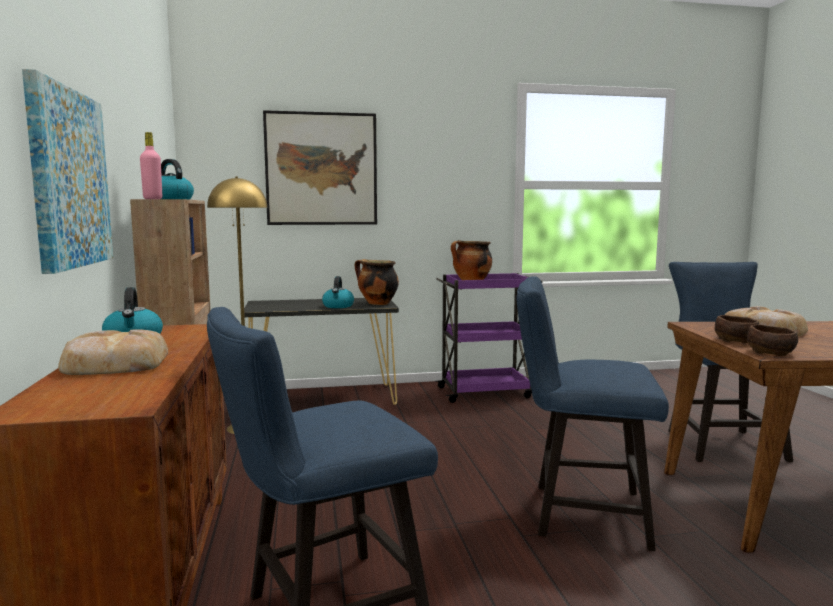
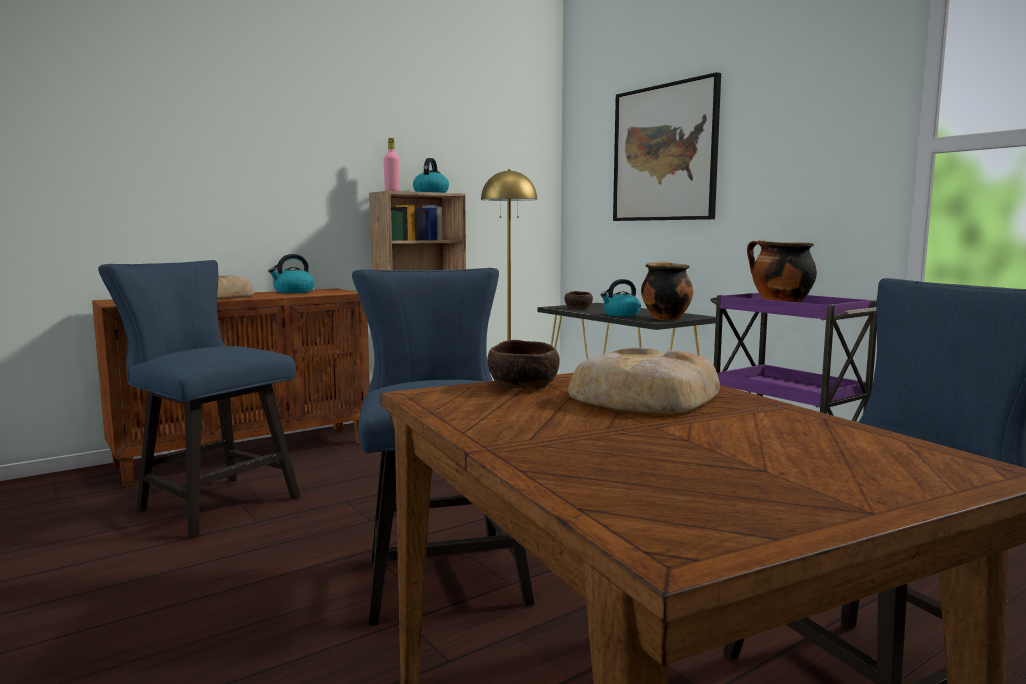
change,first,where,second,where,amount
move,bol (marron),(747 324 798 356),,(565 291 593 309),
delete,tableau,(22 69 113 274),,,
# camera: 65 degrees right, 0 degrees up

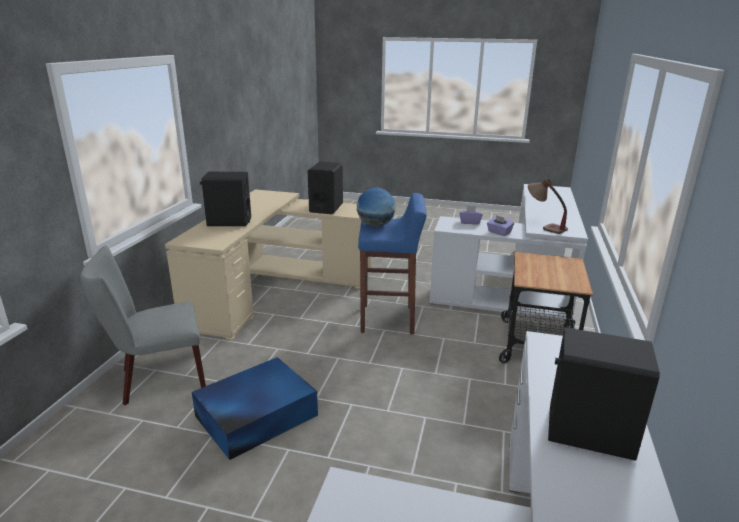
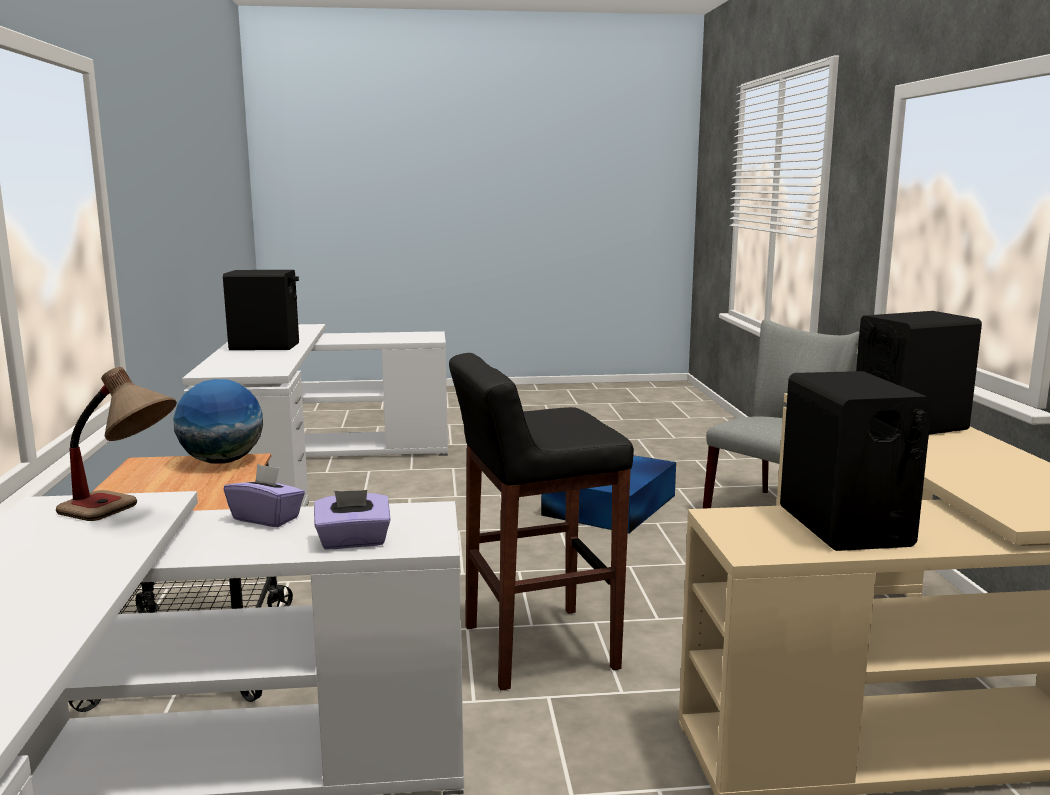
change,first,where,second,where,amount
move,globe,(357 188 395 227),,(173 379 263 464),
recolor,tabouret (bleu),(358 193 427 335),tabouret (noir),(449 353 634 690),
# camera: 160 degrees right, 10 degrees down

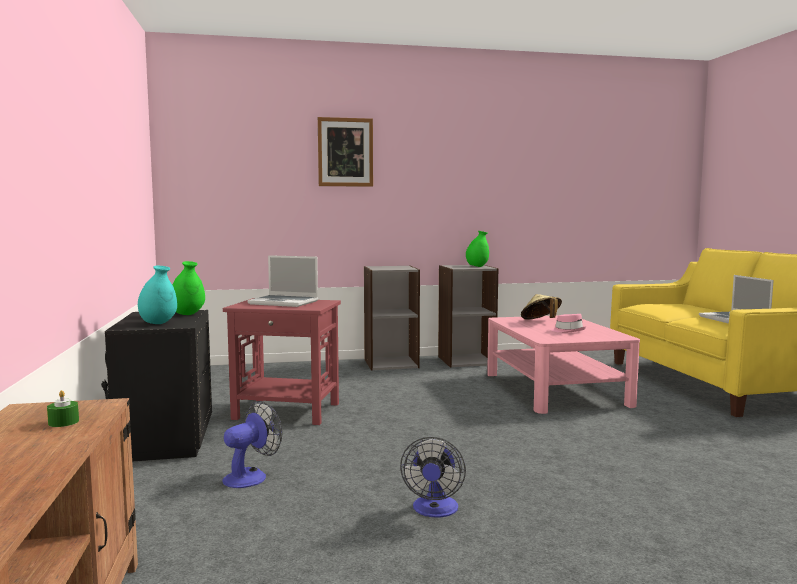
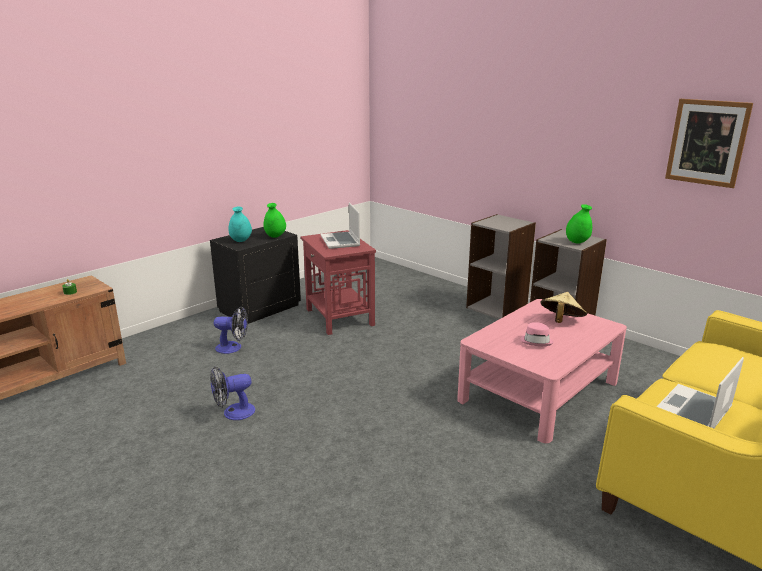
change,first,where,second,where,amount
move,tableau,(318 117 373 187),,(665 99 753 188),
# camera: 55 degrees right, 15 degrees up

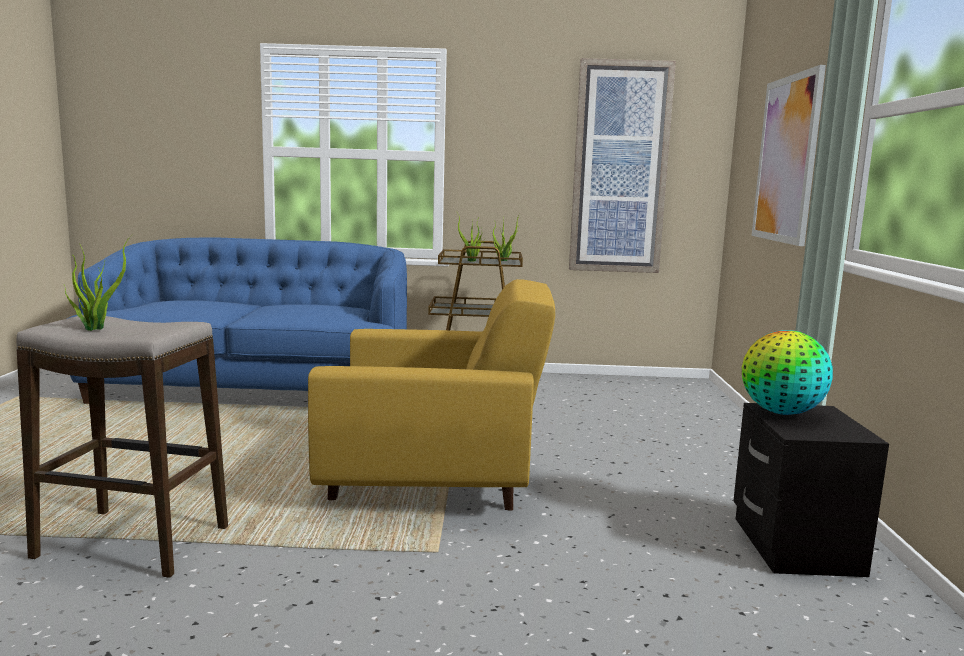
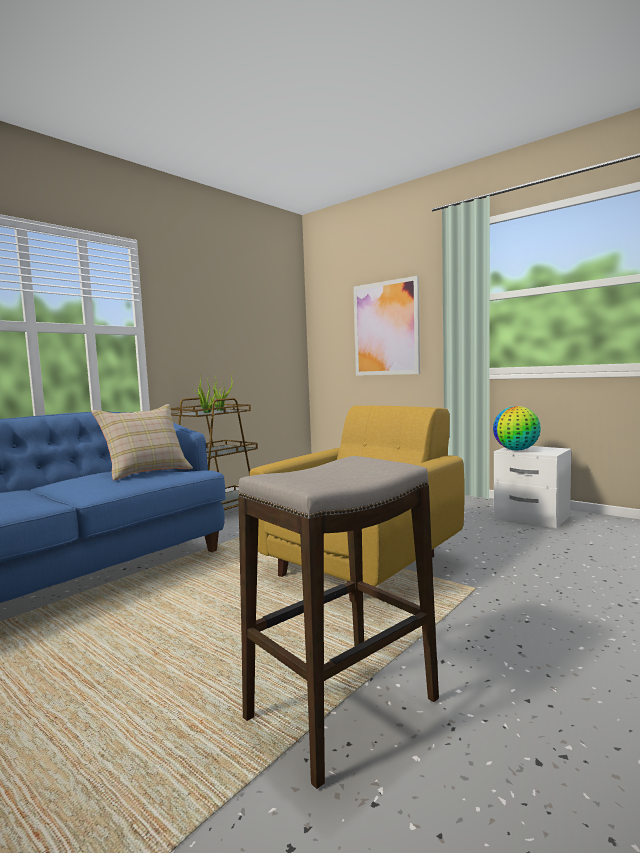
change,first,where,second,where,amount
insert,,,coussin (beige),(91 404 193 481),
recolor,table de chevet (noir),(733 403 889 577),table de chevet (blanc),(494 446 571 528),
delete,plante en pot,(64 235 132 331),,,
delete,tableau,(569 58 676 273),,,
# camera: 50 degrees left, 5 degrees down

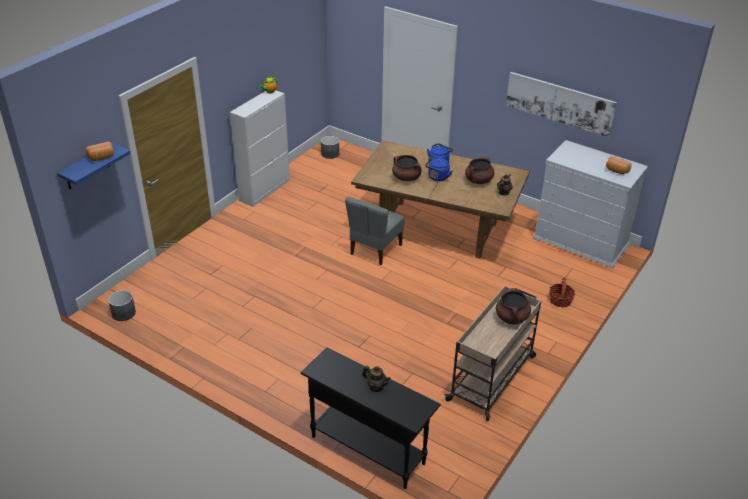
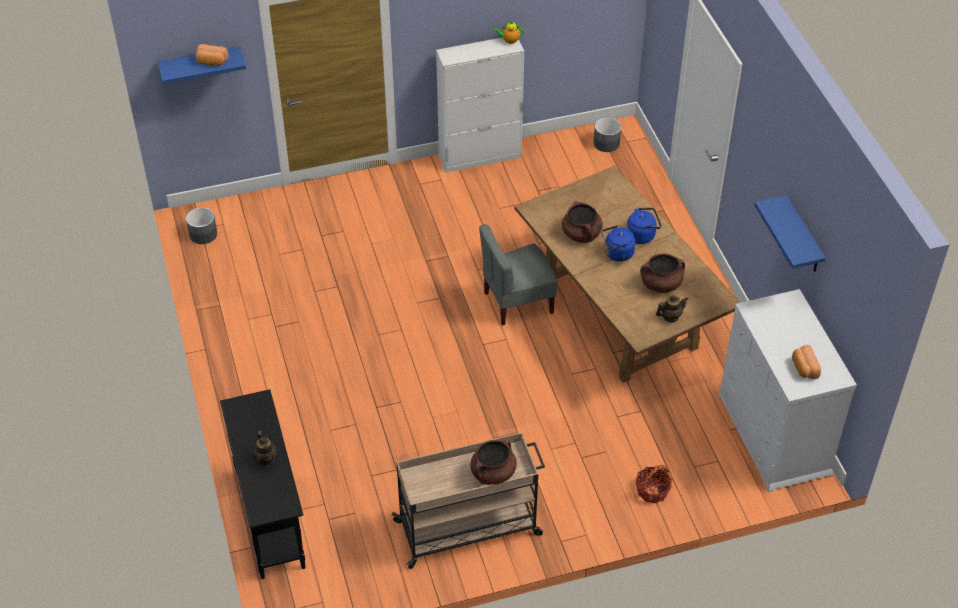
change,first,where,second,where,amount
replace,tableau,(506 72 617 137),étagère (bleu),(754 195 826 272),
# camera: 40 degrees right, 10 degrees up

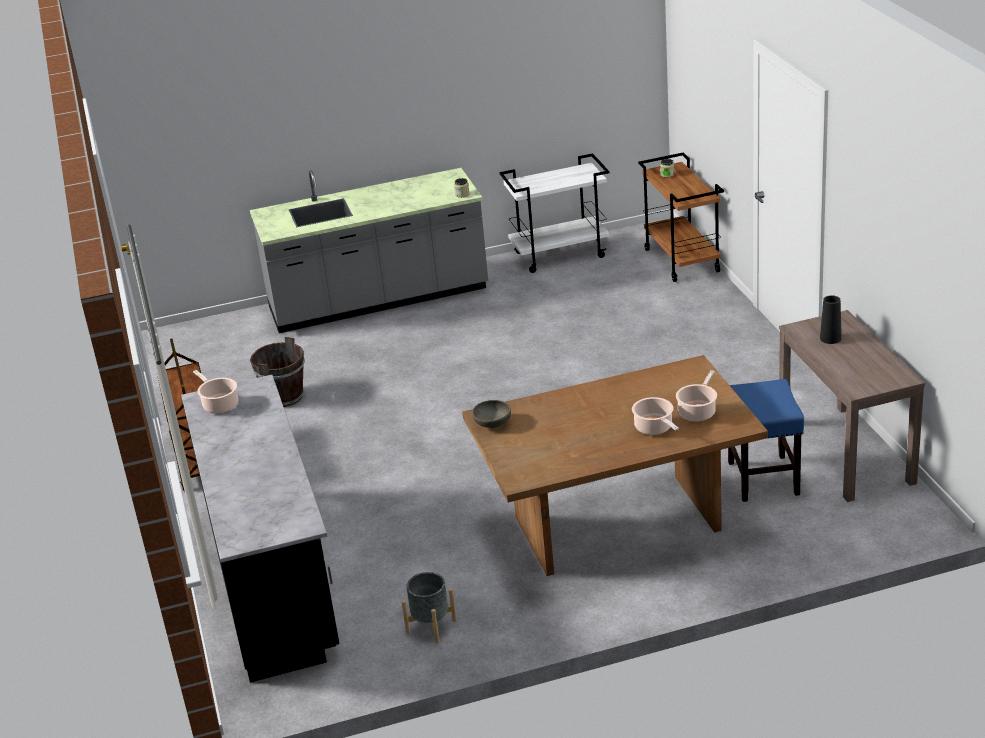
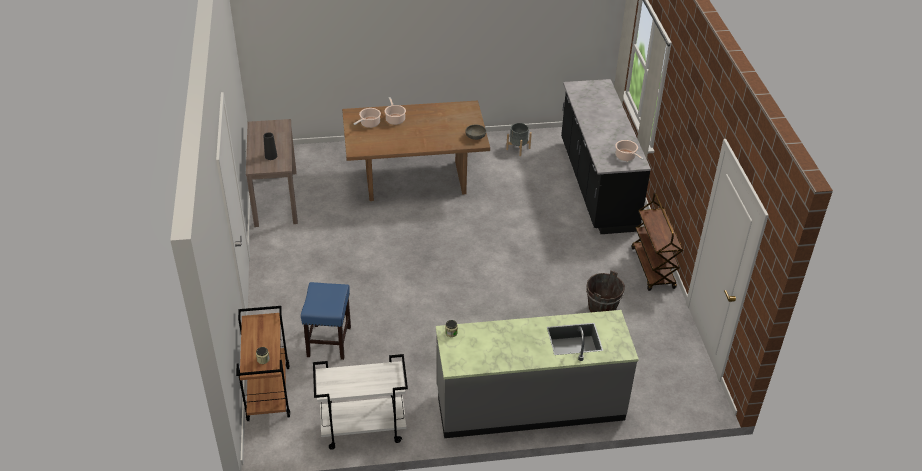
change,first,where,second,where,amount
move,tabouret (bleu),(728 379 804 502),,(301 282 351 360),
# camera: 175 degrees left, 10 degrees up

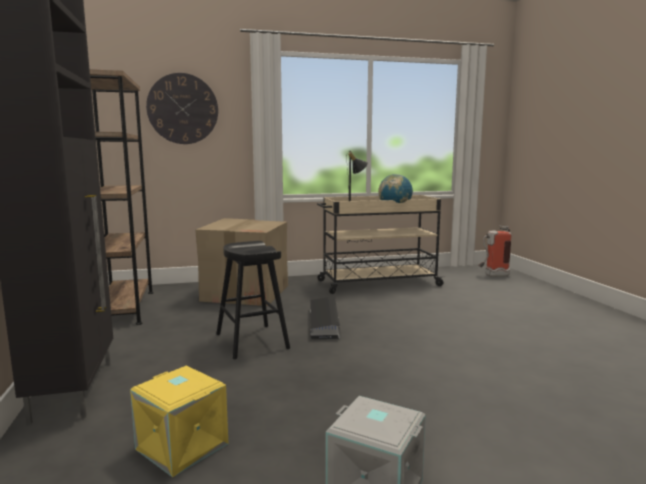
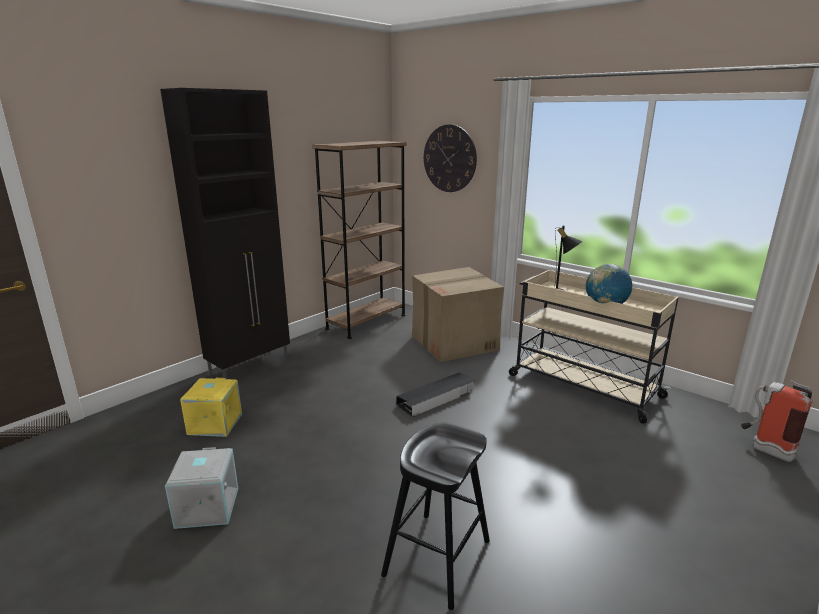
change,first,where,second,where,amount
move,tabouret (noir),(216 241 290 360),,(381 423 490 610),
# camera: 55 degrees right, 10 degrees up

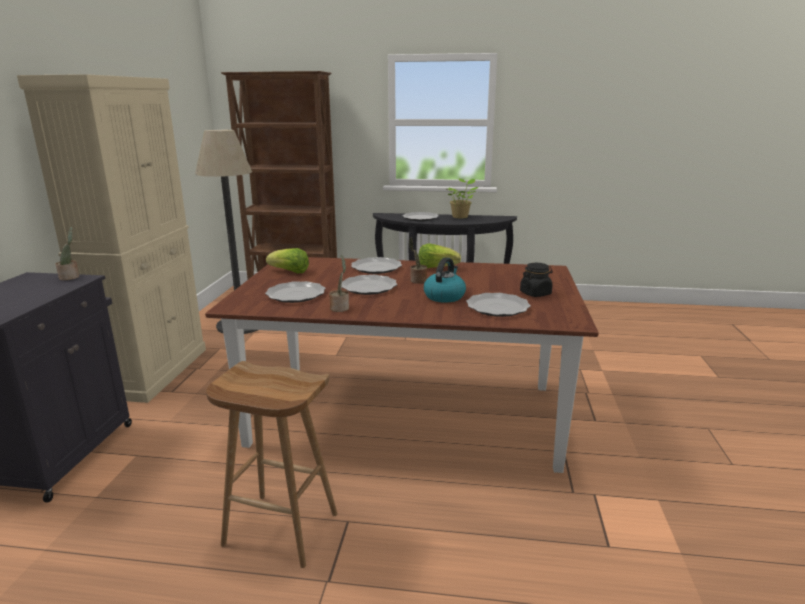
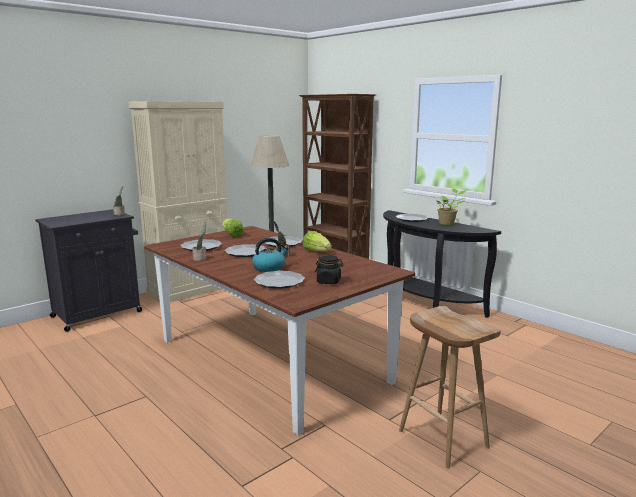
change,first,where,second,where,amount
move,tabouret (marron),(206 361 338 568),,(399 306 501 469),
# camera: 40 degrees right, 5 degrees down

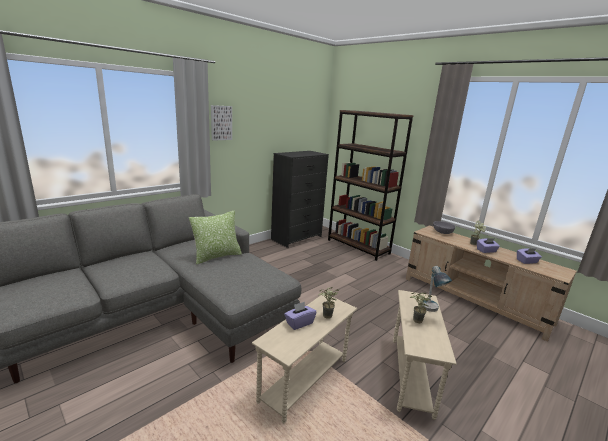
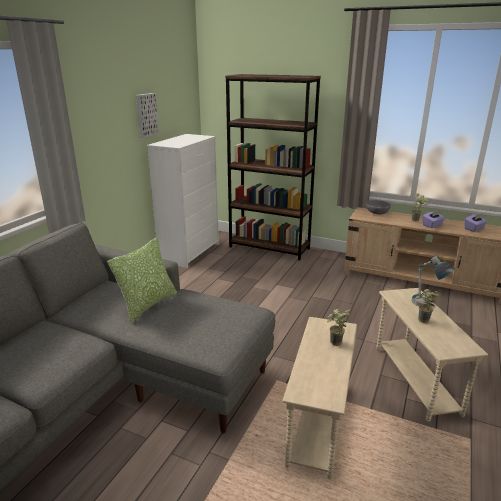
change,first,where,second,where,amount
move,tableau,(211 105 232 141),,(136 93 159 138),
recolor,commode (noir),(271 151 329 248),commode (blanc),(147 134 219 268),
delete,boîte à mouchoirs (violet),(284 302 317 330),,,
# camera: 20 degrees left, 5 degrees up

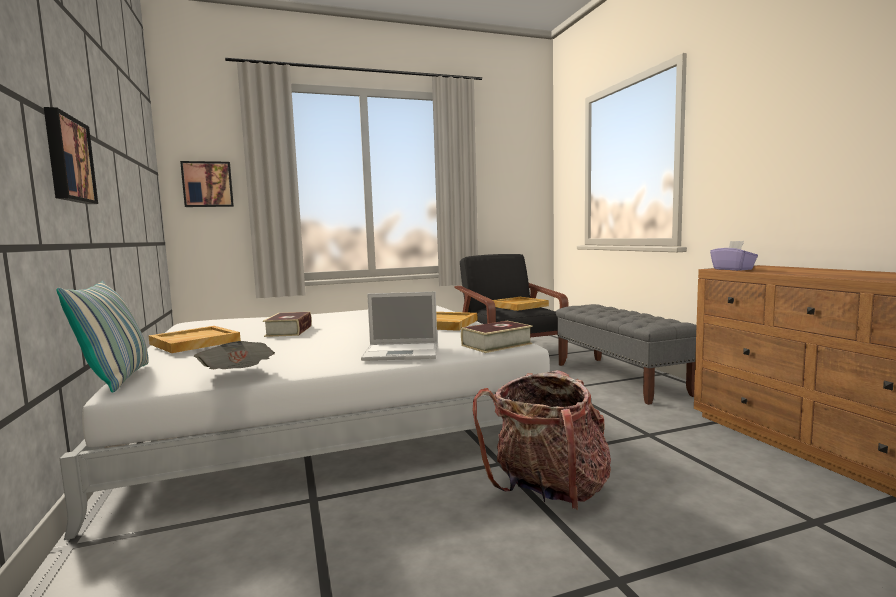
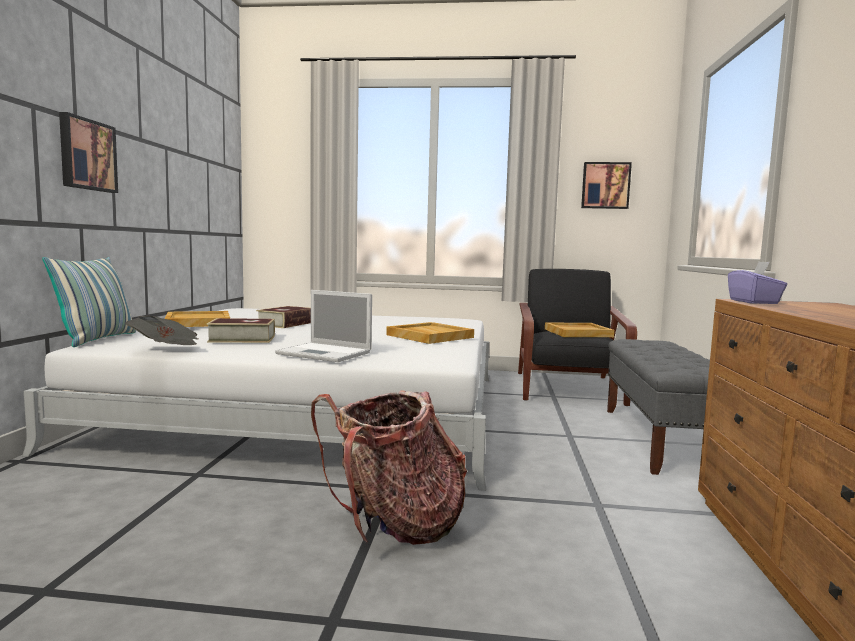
change,first,where,second,where,amount
move,livre,(461 321 533 353),,(207 318 275 343),
move,tableau,(180 161 234 207),,(581 162 632 209),
# camera: 25 degrees right, 0 degrees up

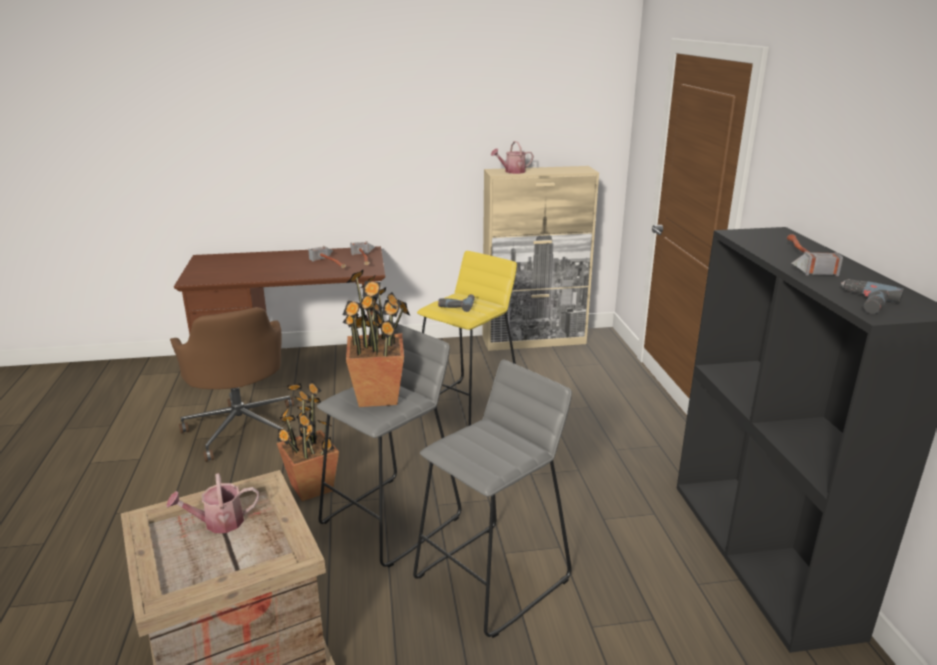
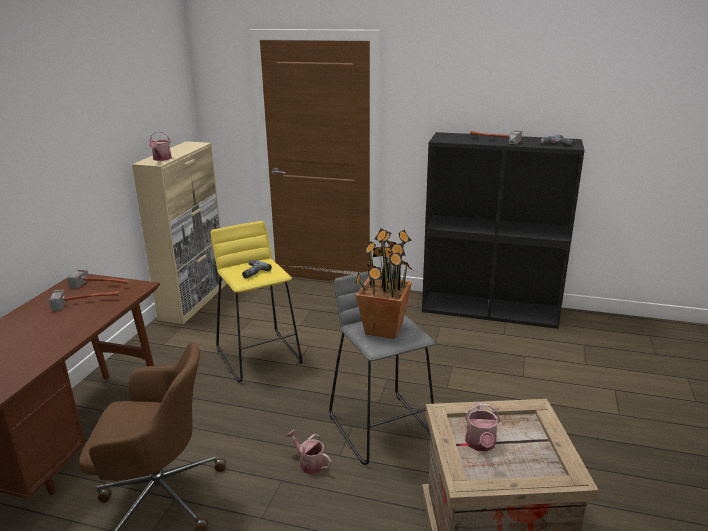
change,first,where,second,where,amount
replace,plante en pot,(277 381 339 502),arrosoir,(286 430 331 474),
delete,tabouret (gris),(413 360 572 638),,,
# camera: 65 degrees left, 0 degrees up

